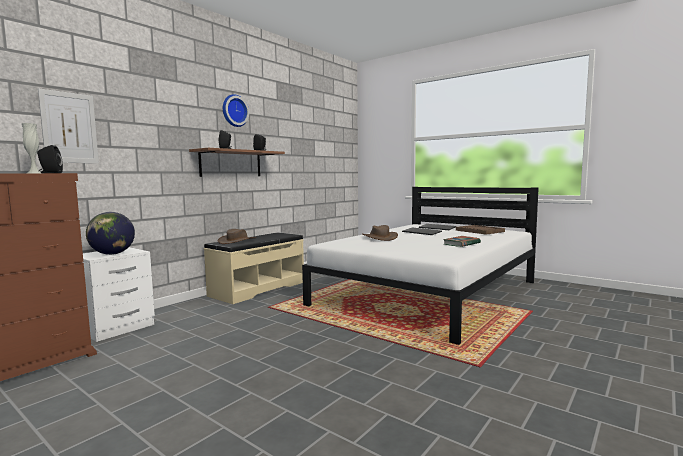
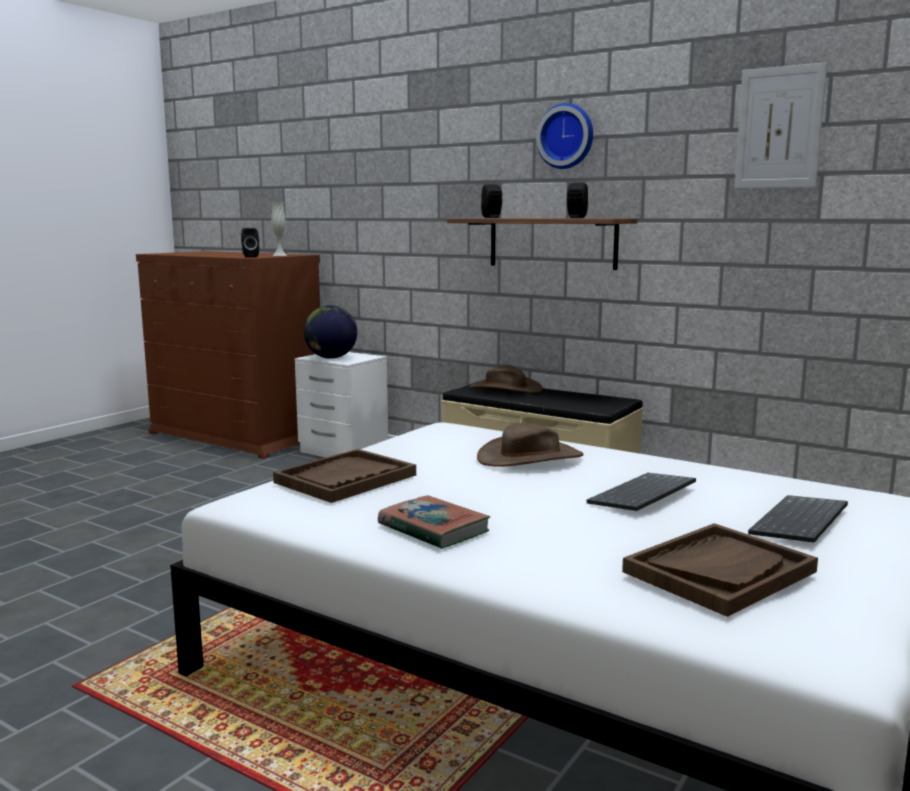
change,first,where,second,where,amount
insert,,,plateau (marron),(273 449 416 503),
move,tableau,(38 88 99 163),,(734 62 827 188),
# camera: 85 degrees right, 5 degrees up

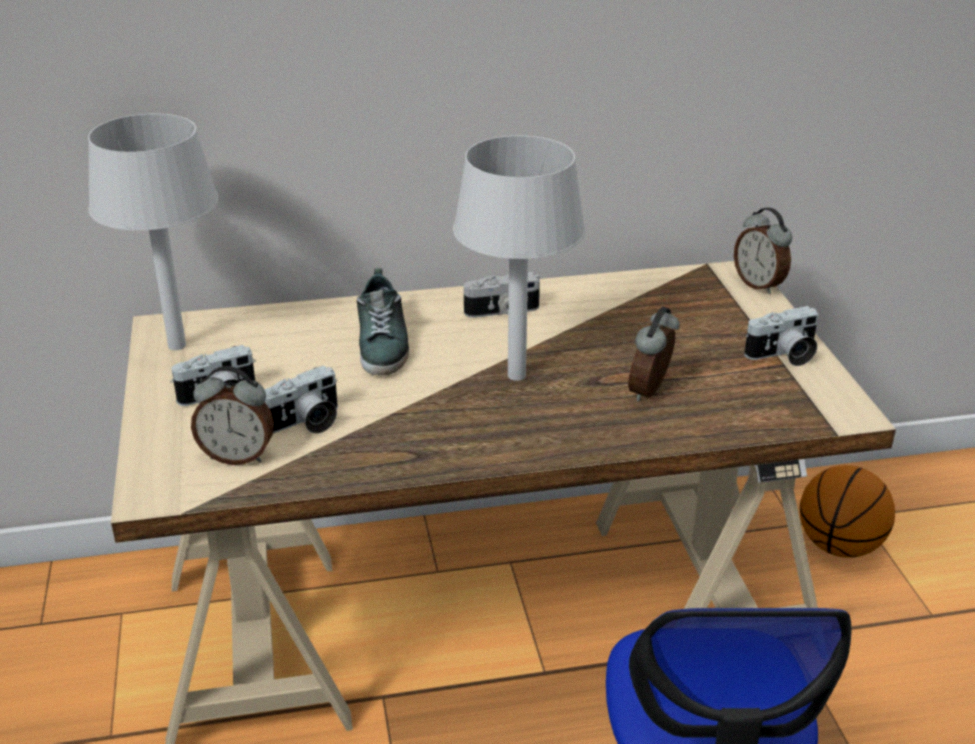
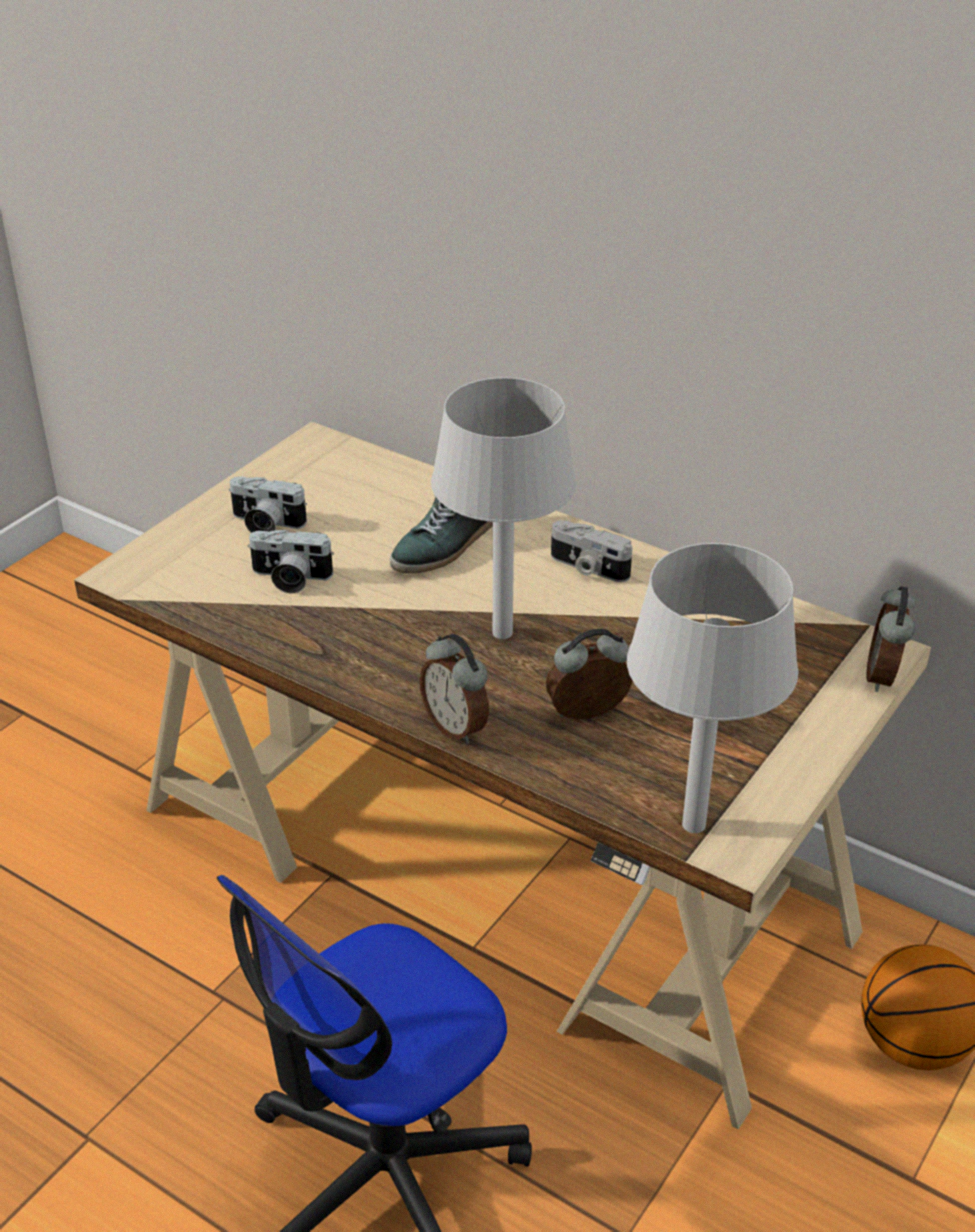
change,first,where,second,where,amount
move,réveil,(191 366 274 465),,(420 634 489 744),
move,lampe de table (gris),(88 114 218 350),,(627 543 798 833),
delete,appareil photo,(744 306 818 366),,,
# camera: 45 degrees right, 5 degrees up

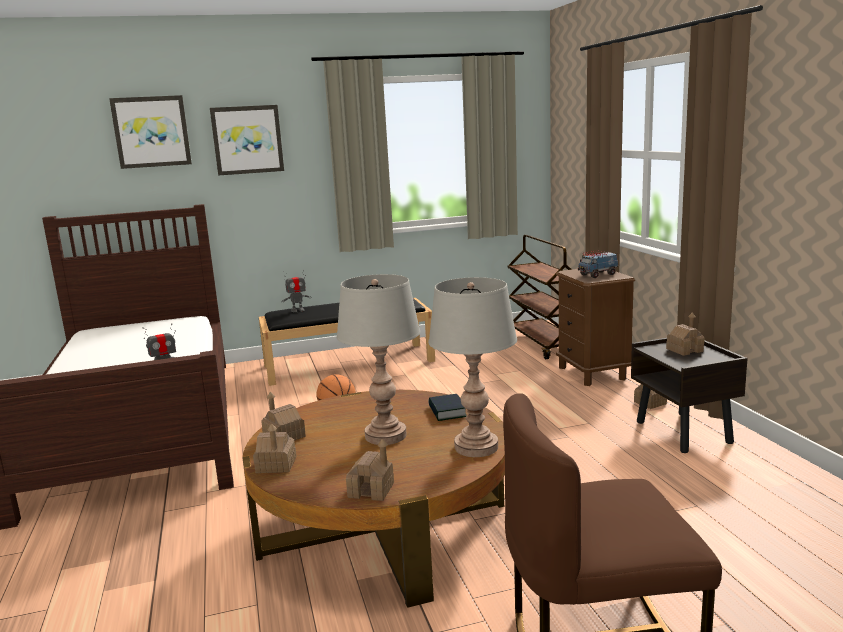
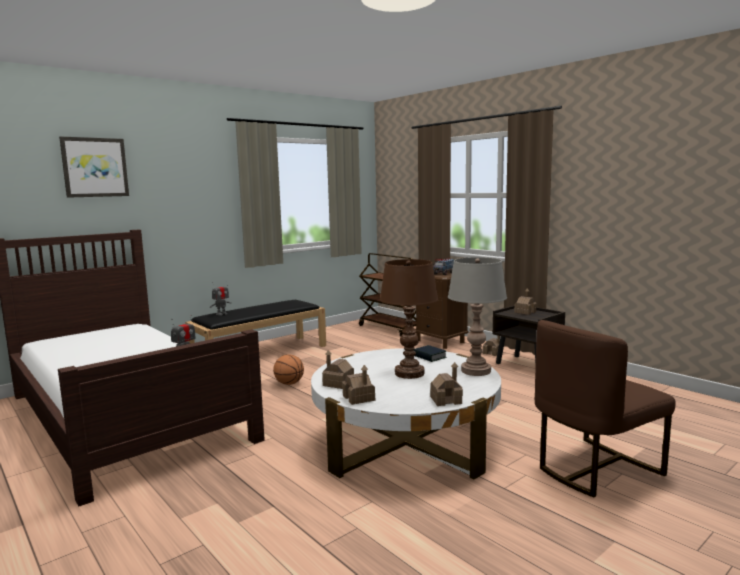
change,first,where,second,where,amount
recolor,table basse (marron),(242 390 505 608),table basse (blanc),(311 348 501 480),
recolor,lampe de table (gris),(337 274 421 445),lampe de table (marron),(380 259 438 379),
delete,tableau,(210 105 284 176),,,
# camera: 25 degrees left, 5 degrees down

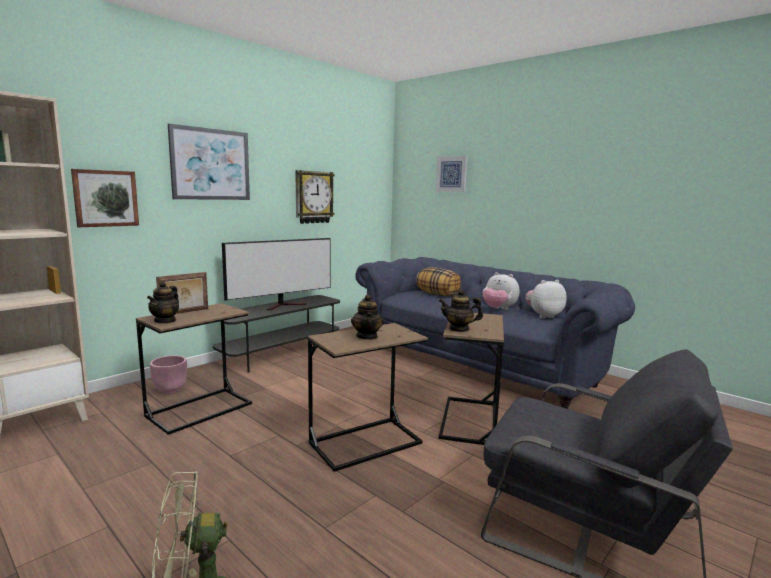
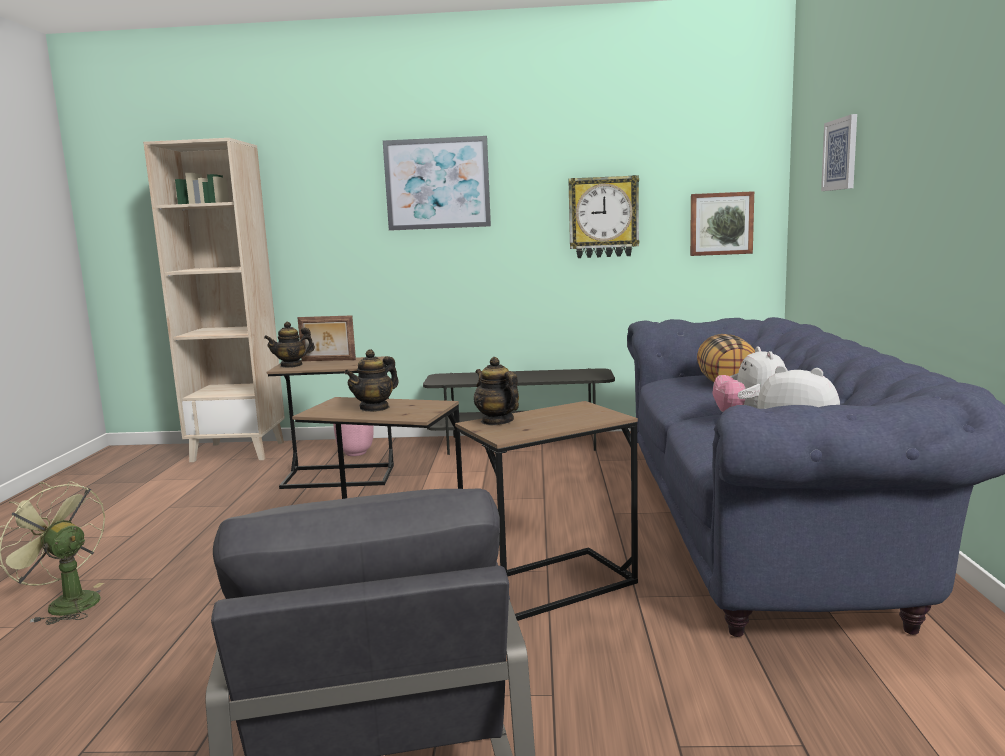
change,first,where,second,where,amount
move,tableau,(71 169 139 227),,(690 191 754 256),
delete,téléviseur,(222 238 331 310),,,
# camera: 50 degrees right, 0 degrees up

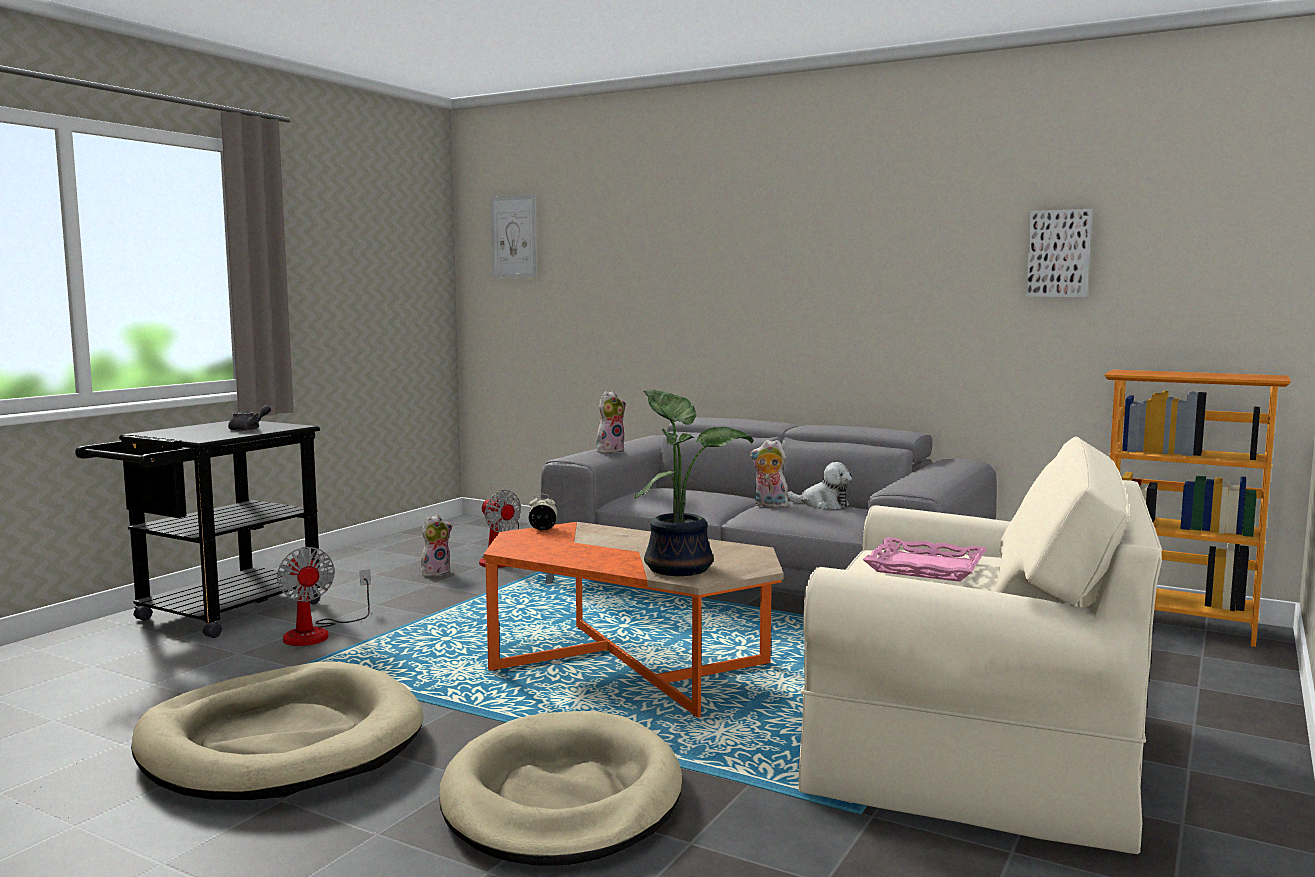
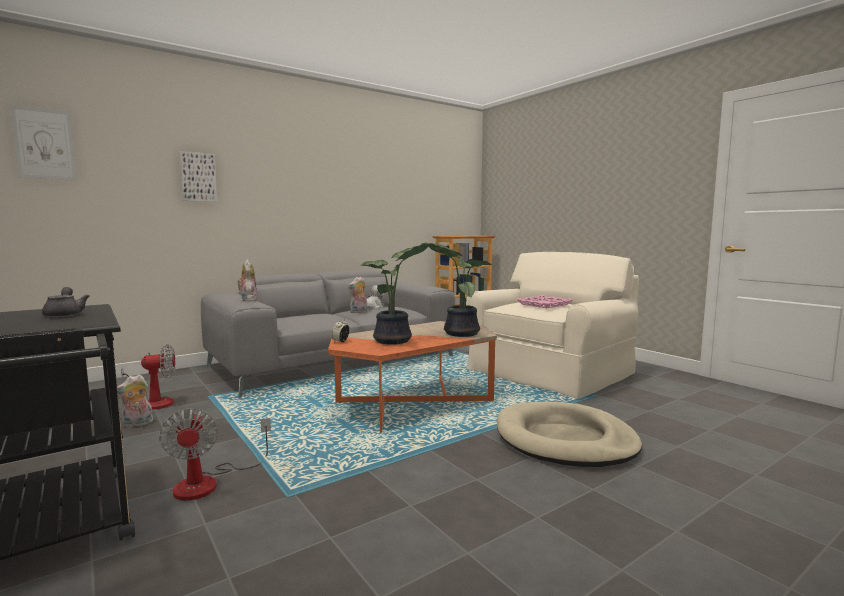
change,first,where,second,where,amount
rotate,peluche,(421 515 452 577),,(117 375 153 428),105 degrees counterclockwise
rotate,ventilateur,(277 547 371 646),,(159 408 271 501),75 degrees clockwise
move,tableau,(1026 209 1092 297),,(180 151 217 202),
insert,,,plante en pot,(361 243 435 344),
delete,panier pour chien (beige),(131 661 424 800),,,
# camera: 65 degrees left, 0 degrees up

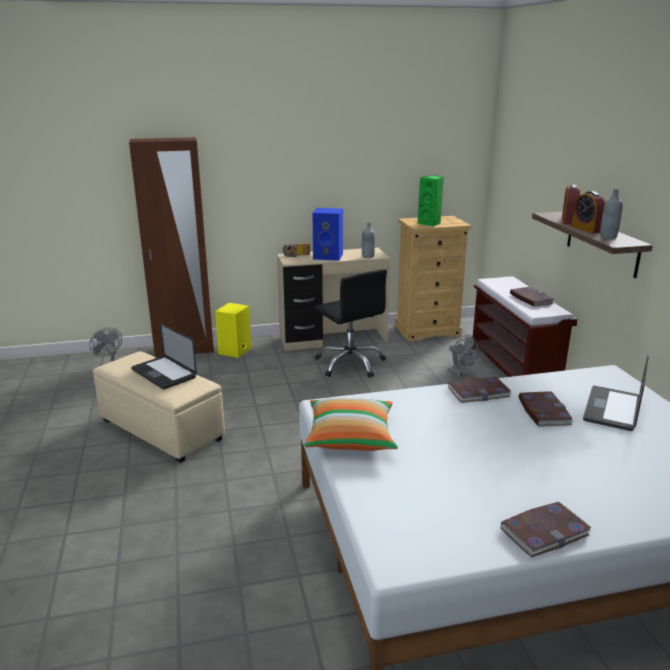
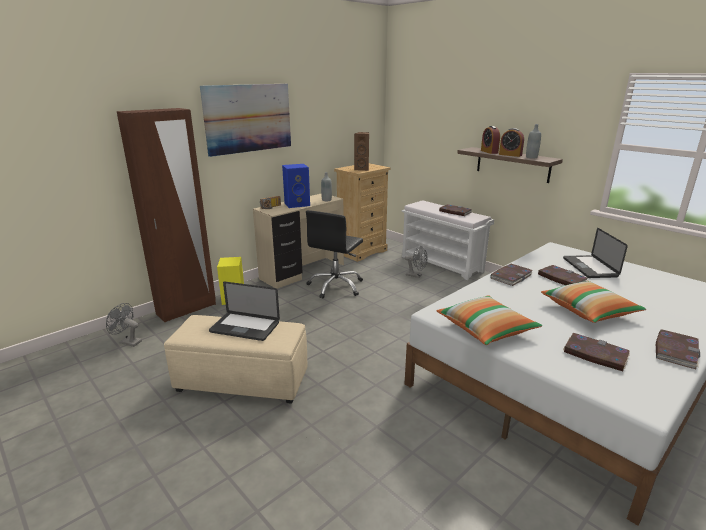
change,first,where,second,where,amount
insert,,,tableau,(200 84 291 157),
rotate,chaise de bureau (noir),(315 269 387 378),,(306 210 363 298),90 degrees clockwise
recolor,enceinte (vert),(418 175 444 227),enceinte (marron),(354 132 369 171),
recolor,banc (marron),(471 276 577 377),banc (blanc),(402 200 494 280),
insert,,,coussin,(541 281 646 323),
insert,,,livre,(563 333 630 371),
# camera: 30 degrees left, 0 degrees up

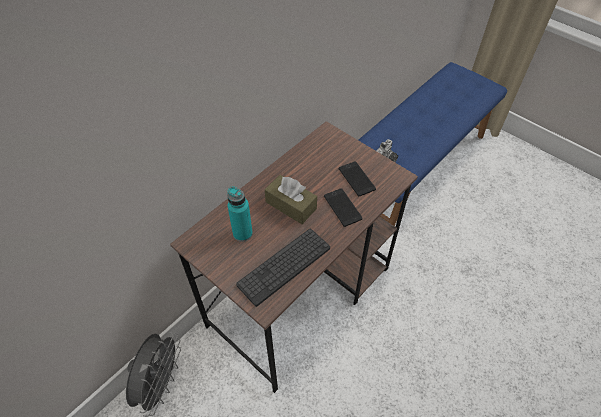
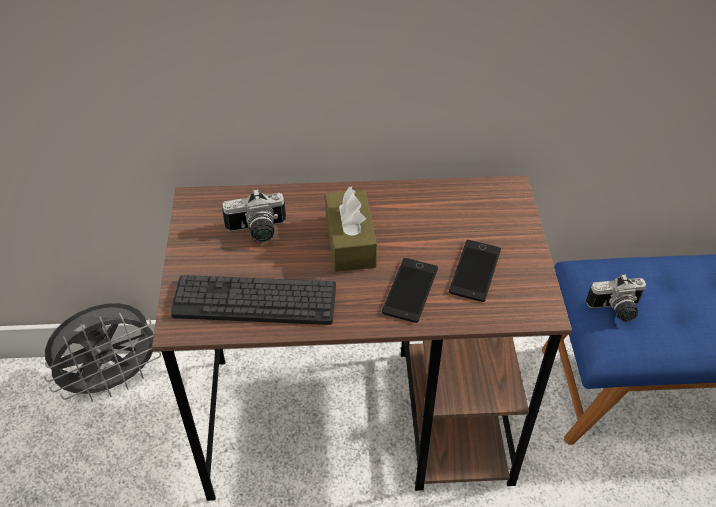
change,first,where,second,where,amount
replace,bouteille (turquoise),(227 186 253 242),appareil photo,(222 189 286 243),
# camera: 45 degrees right, 5 degrees down

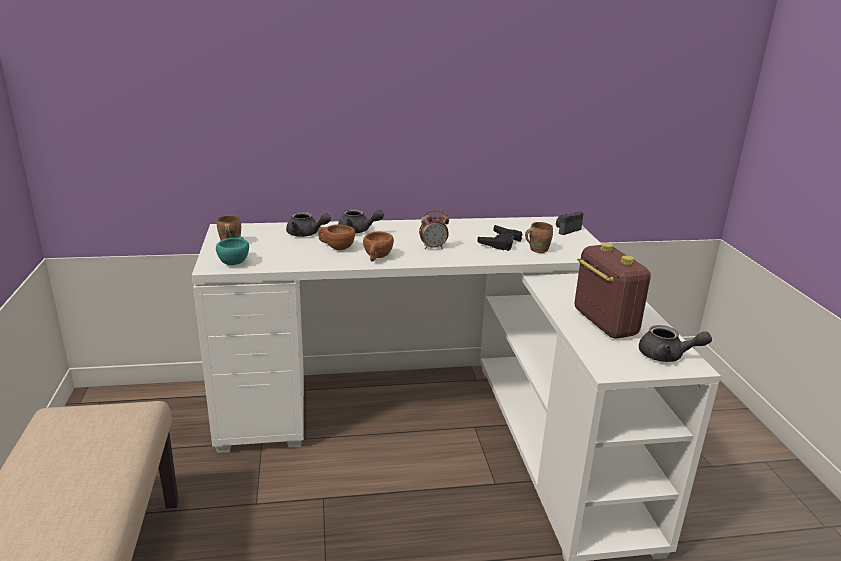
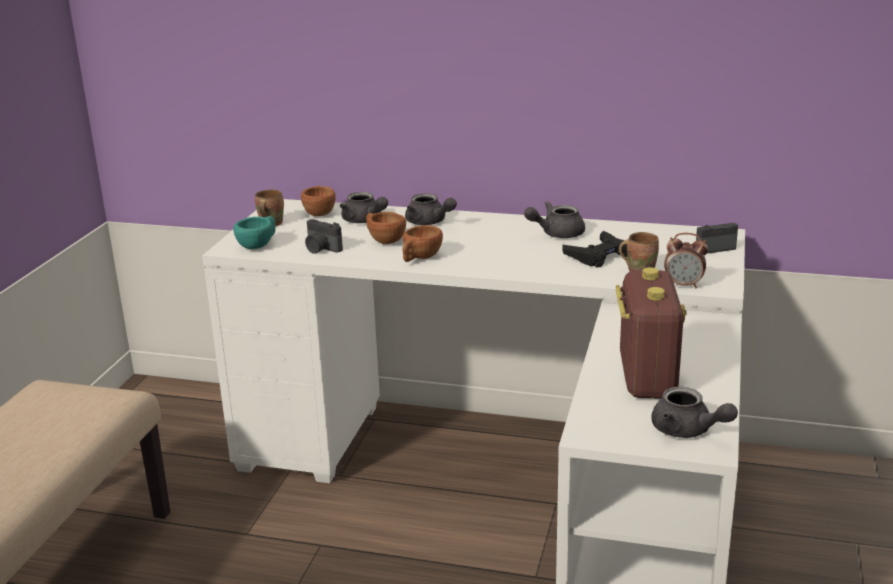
change,first,where,second,where,amount
insert,,,tasse (marron),(301 185 336 216),
insert,,,appareil photo,(305 219 343 254),
insert,,,théière (gris),(524 201 585 238),
move,réveil,(419 210 449 249),,(664 233 708 288),
# camera: 25 degrees right, 0 degrees up

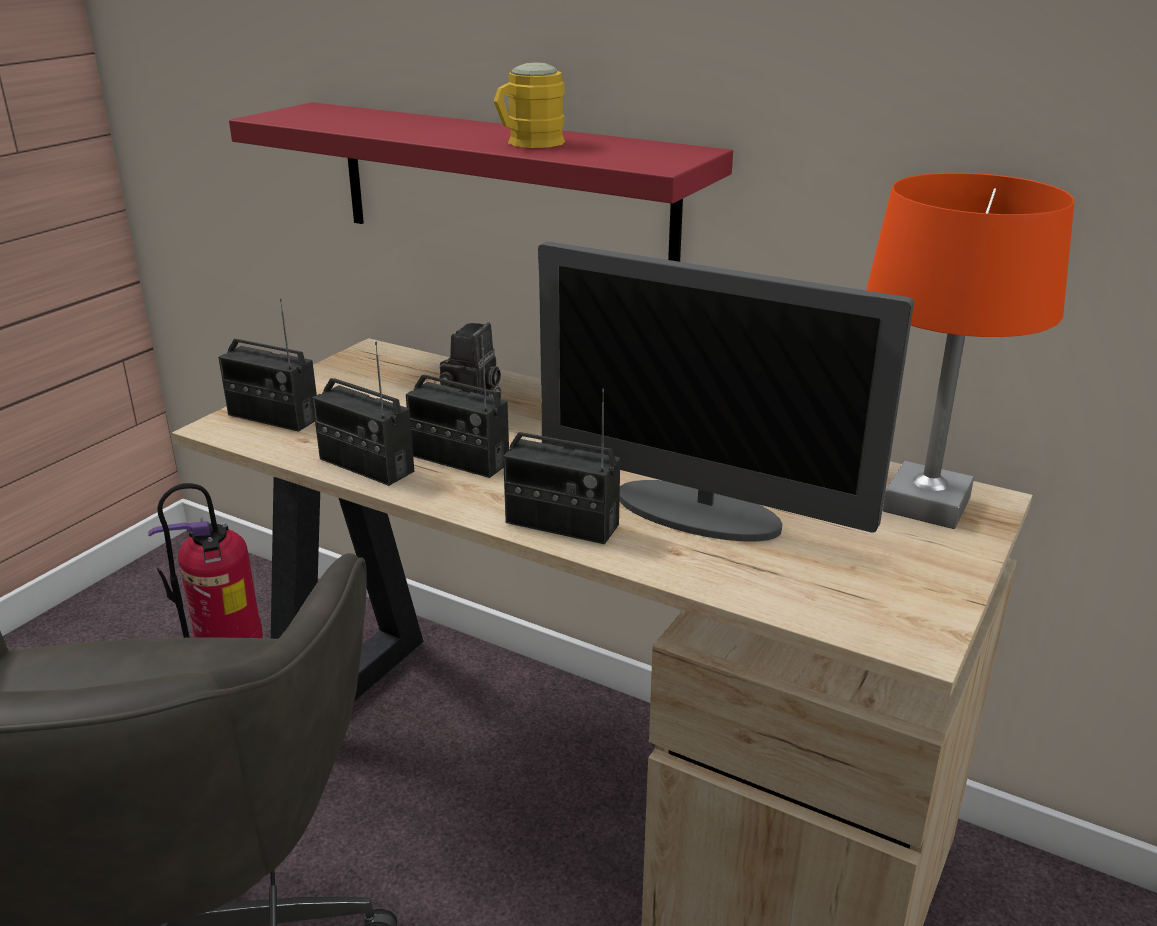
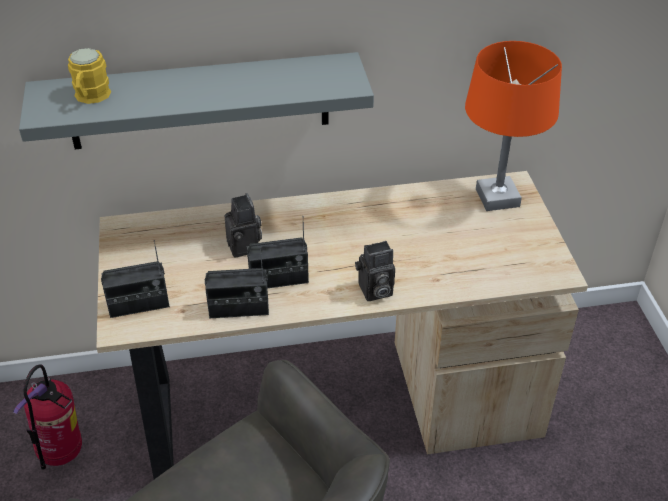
change,first,where,second,where,amount
recolor,étagère (rouge),(229 102 733 262),étagère (gris),(19 52 374 149),
move,mug (jaune),(494 62 565 148),,(68 48 111 104),
replace,radio,(503 389 620 544),appareil photo,(355 241 395 301),
delete,écran d'ordinateur,(538 242 914 541),,,
# camera: 40 degrees left, 15 degrees up

